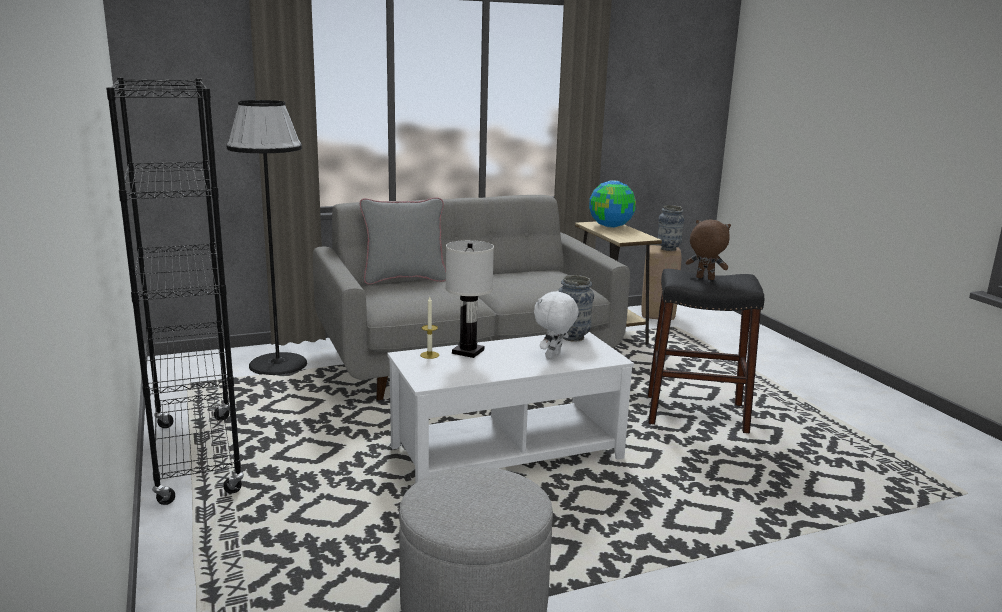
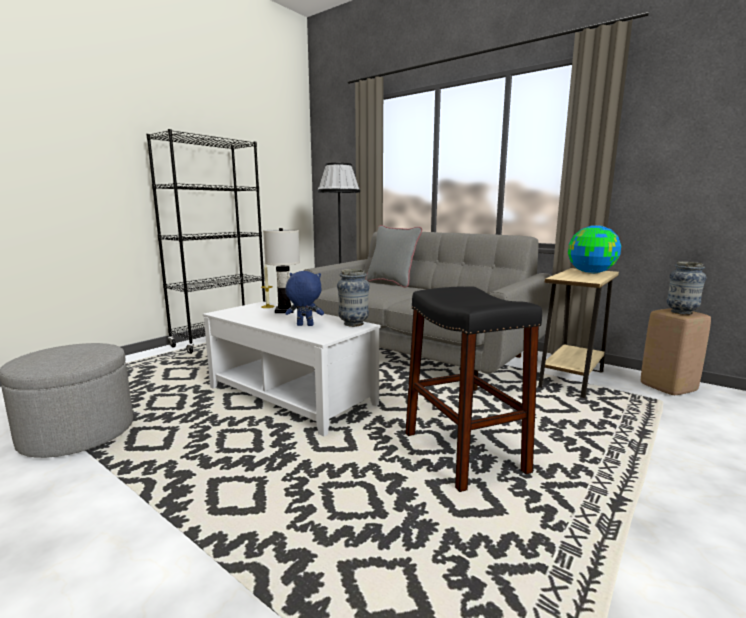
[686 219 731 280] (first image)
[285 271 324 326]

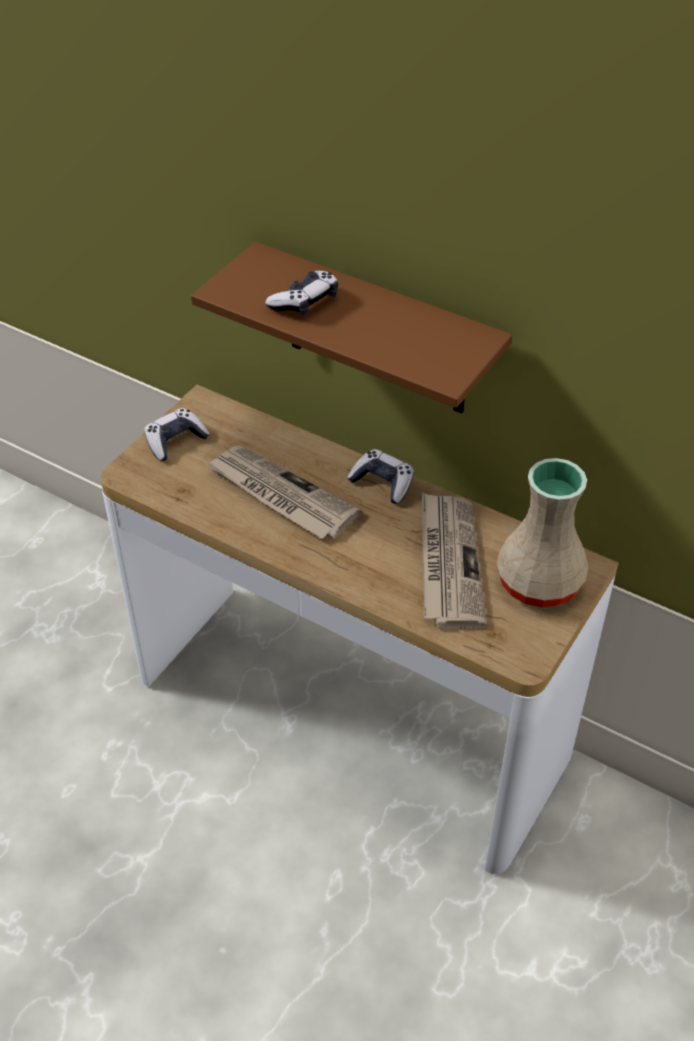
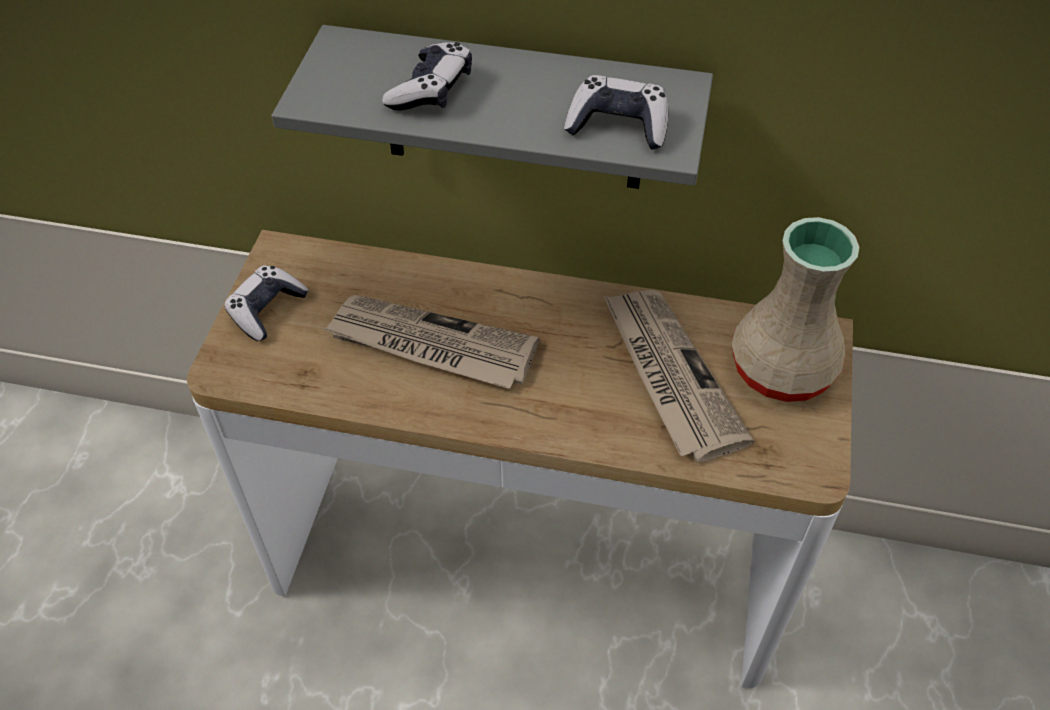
[271 25 713 189]
[564 75 668 150]

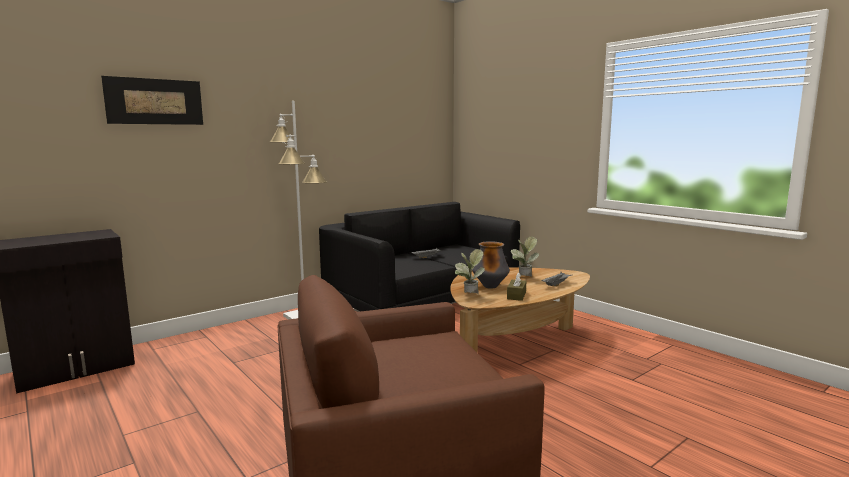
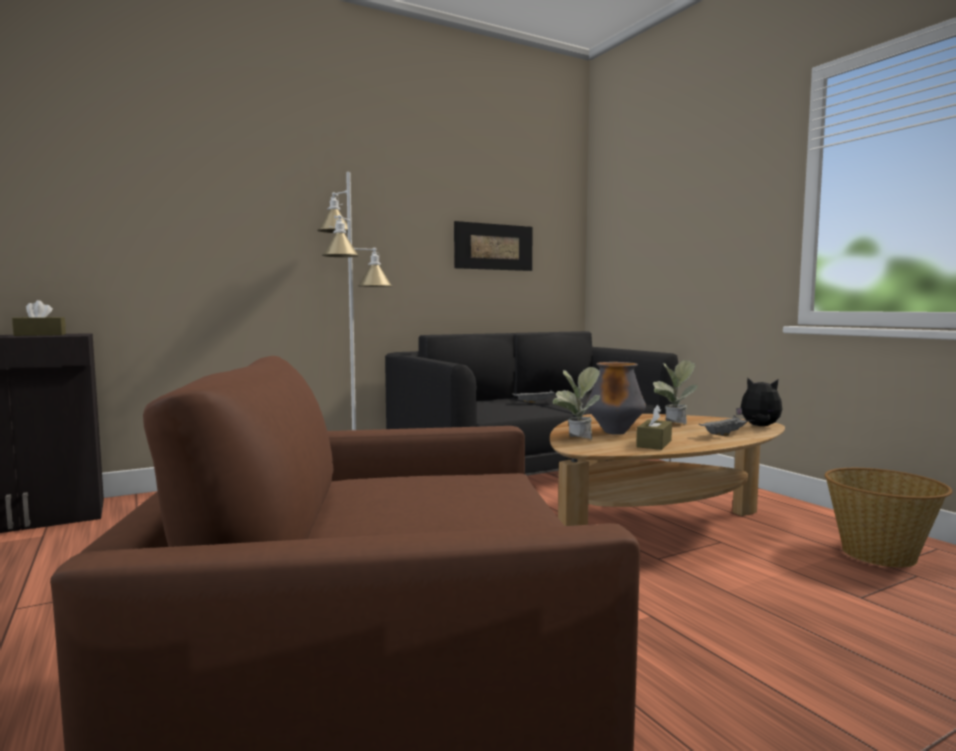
[454 221 533 271]
[12 300 66 336]
[736 377 782 426]
[825 468 953 567]

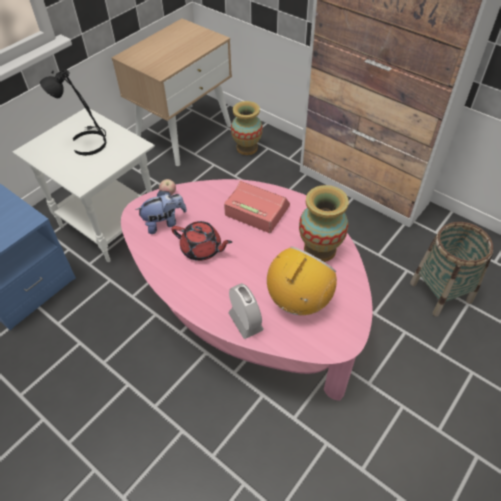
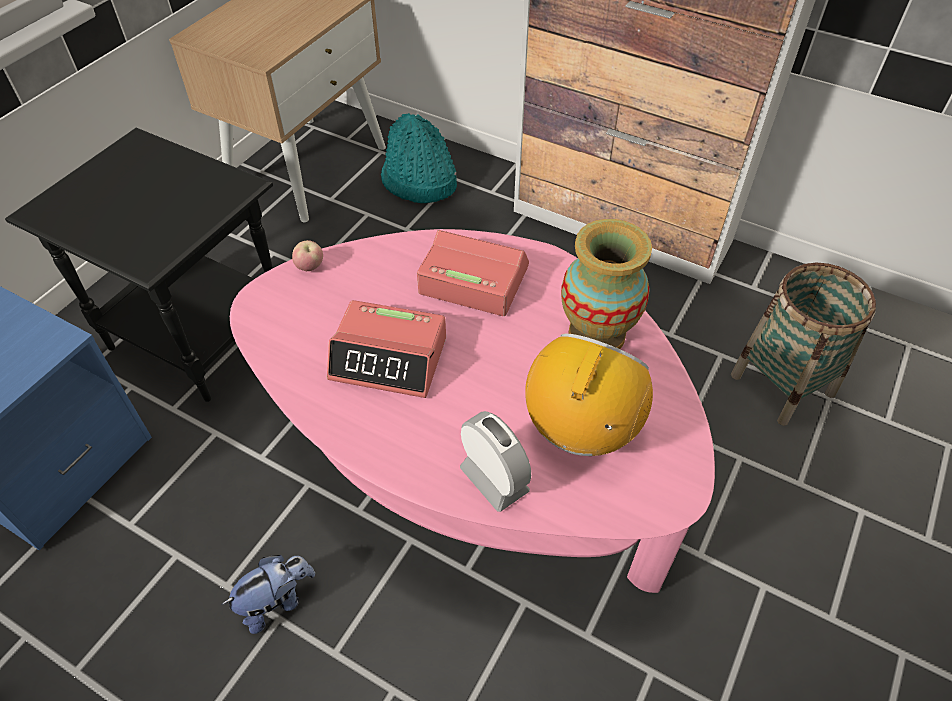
[40 69 107 156] (first image)
[381 113 457 203]
[5 128 273 402]
[221 555 315 634]
[327 300 446 398]

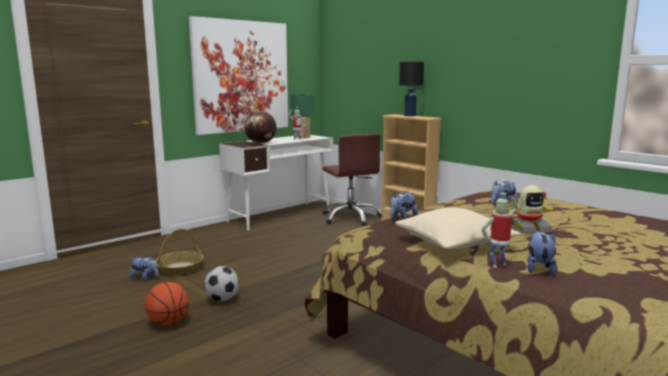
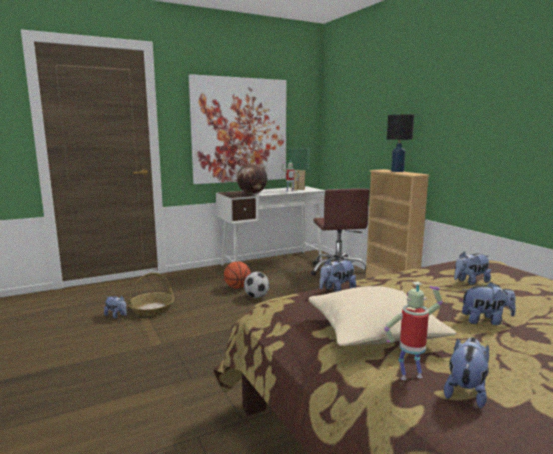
[462 282 516 325]
[244 272 269 298]
[224 261 251 289]

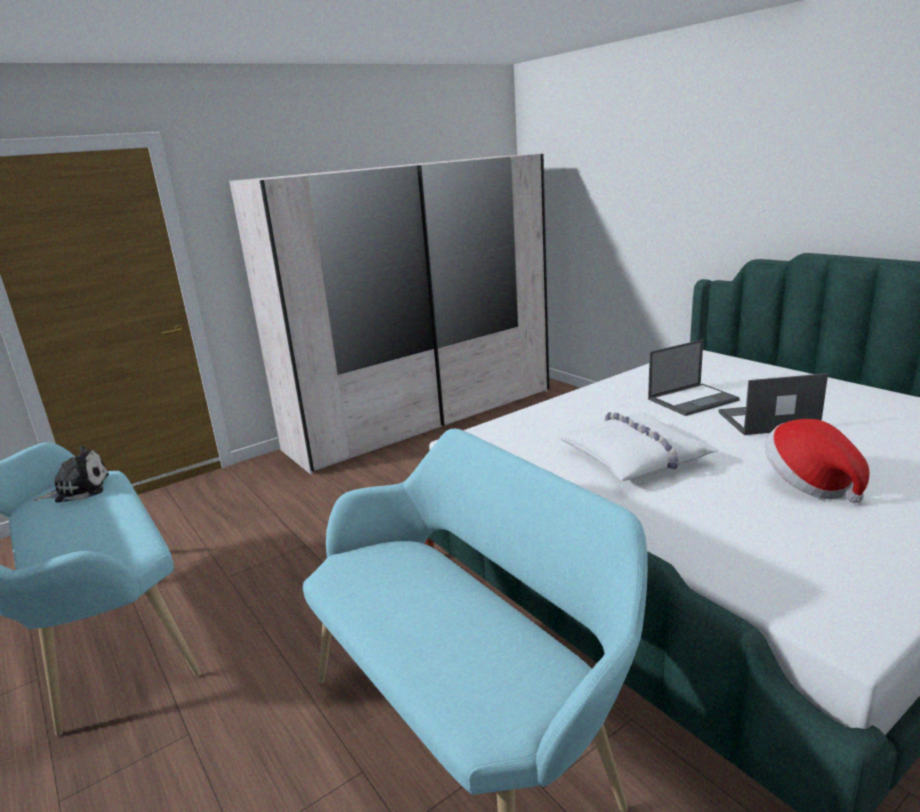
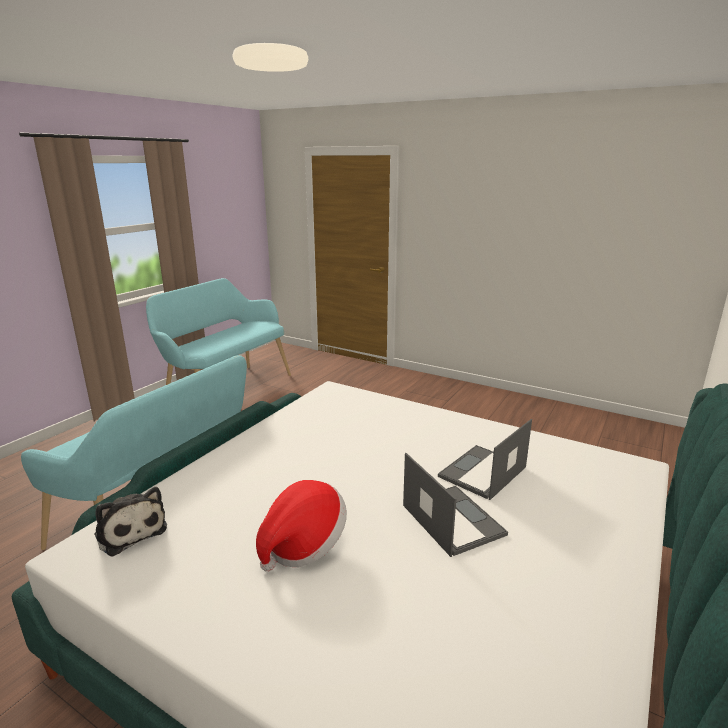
[229 154 549 475] (first image)
[438 419 532 500]
[557 412 718 481] (first image)
[94 487 167 557]

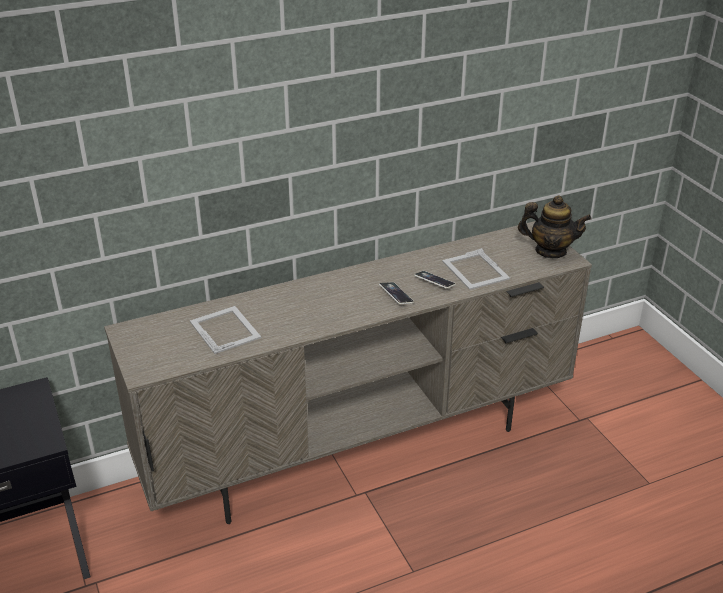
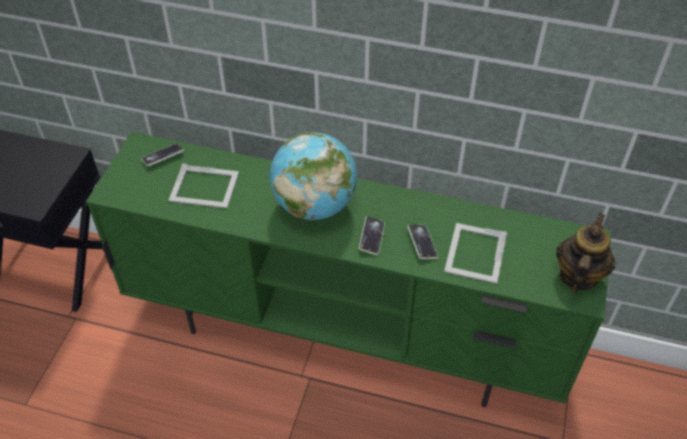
[556 213 615 293]
[86 132 612 407]
[168 163 239 208]
[270 132 358 220]
[141 143 184 166]

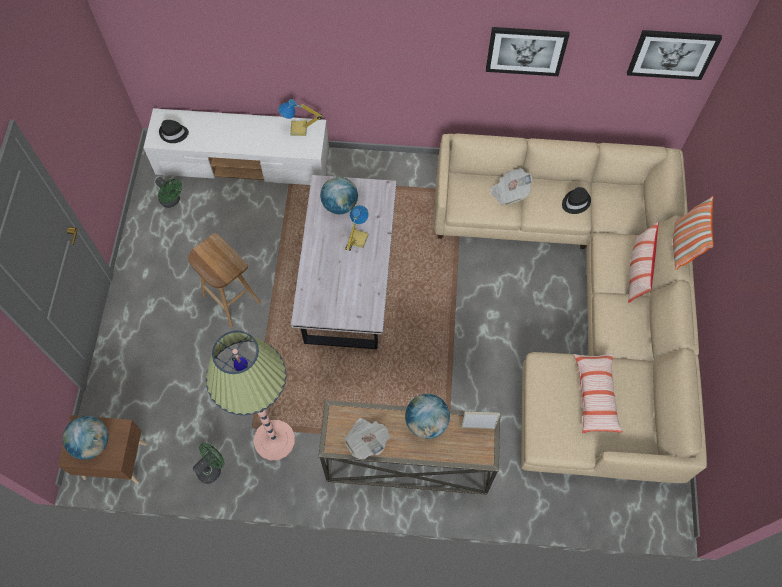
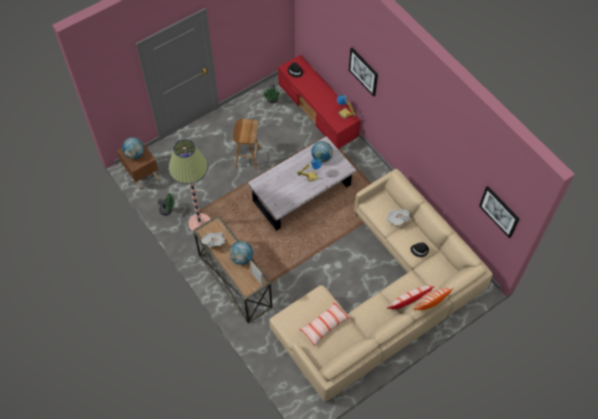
[349 48 378 97]
[278 55 360 149]

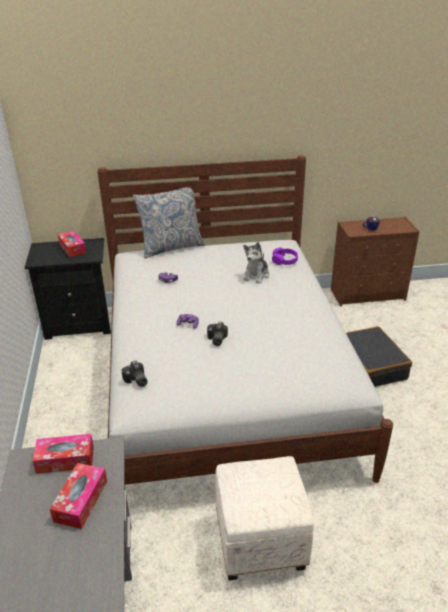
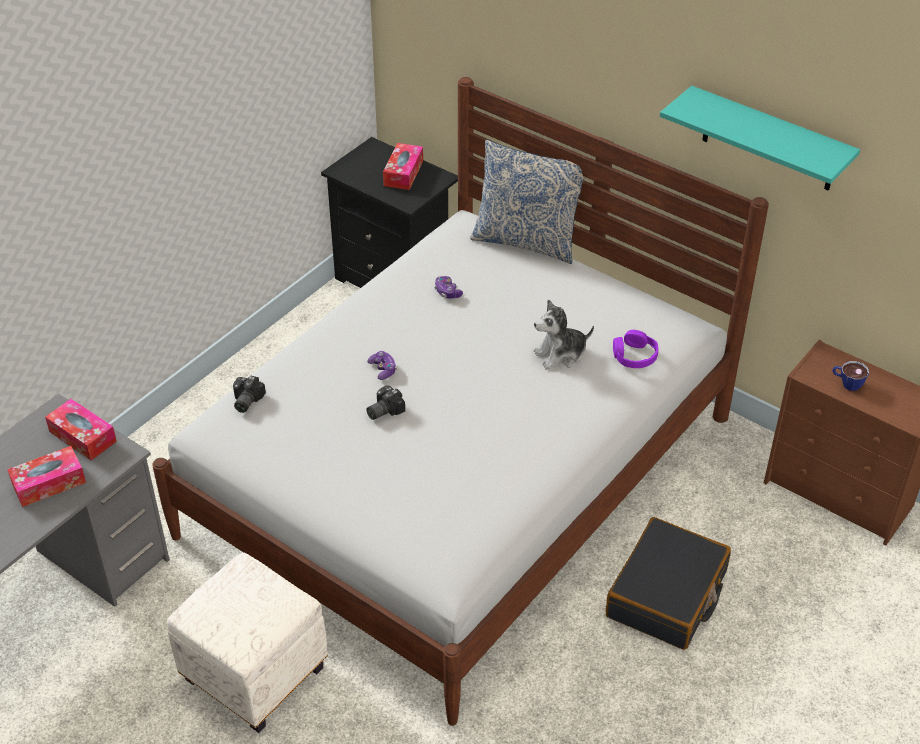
[660 86 860 191]

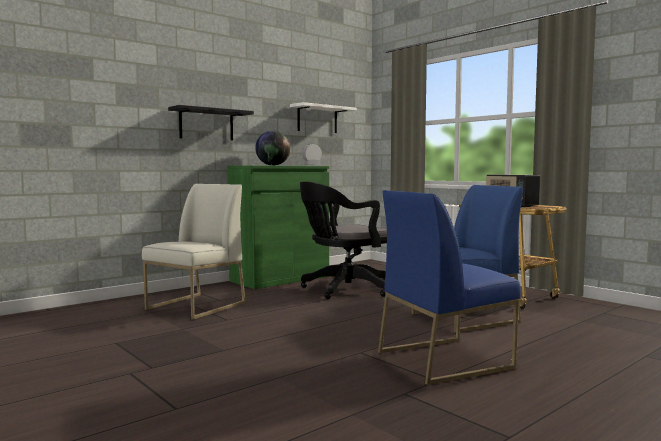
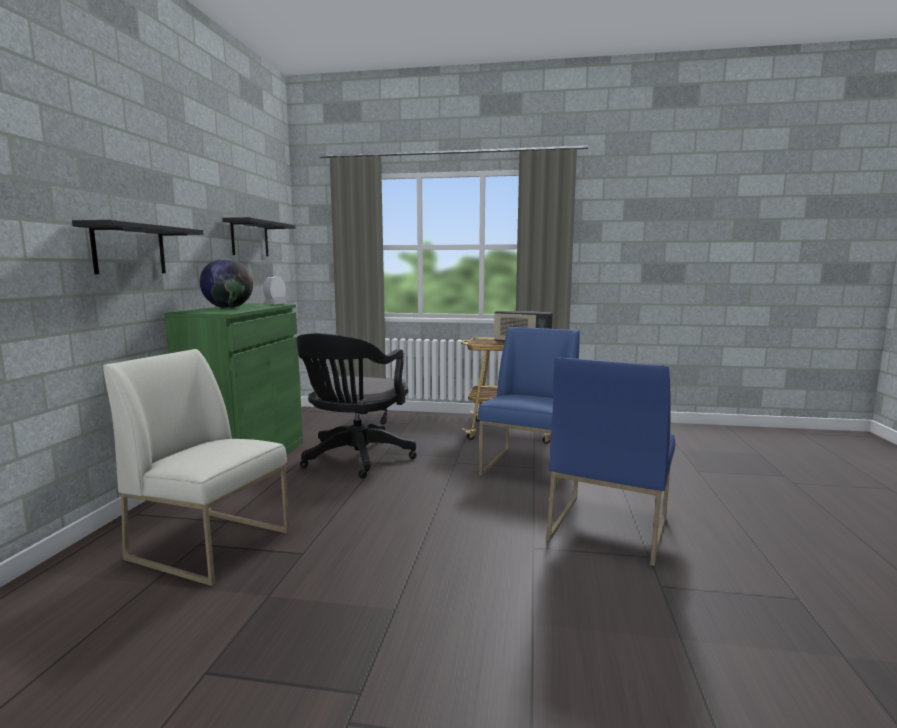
[223 217 295 256]
[103 349 289 586]

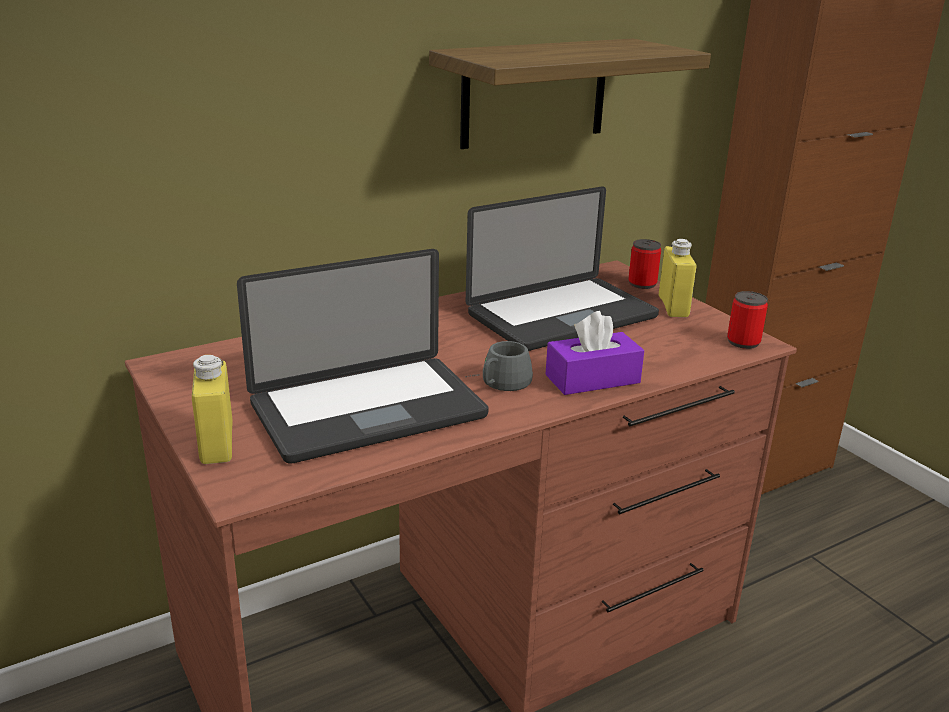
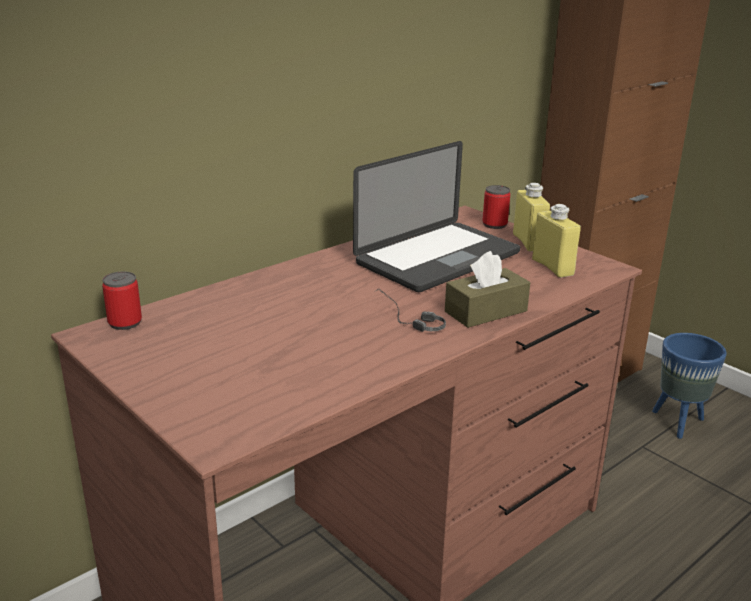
[429 39 711 149] (first image)
[237 249 489 464] (first image)
[102 272 142 330]
[445 251 530 328]
[376 289 446 332]
[532 204 581 278]
[652 333 727 439]

